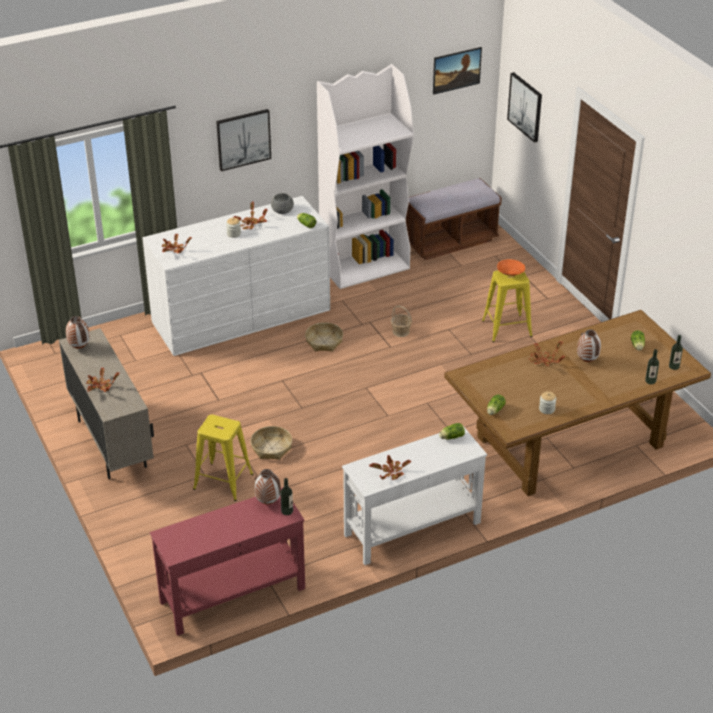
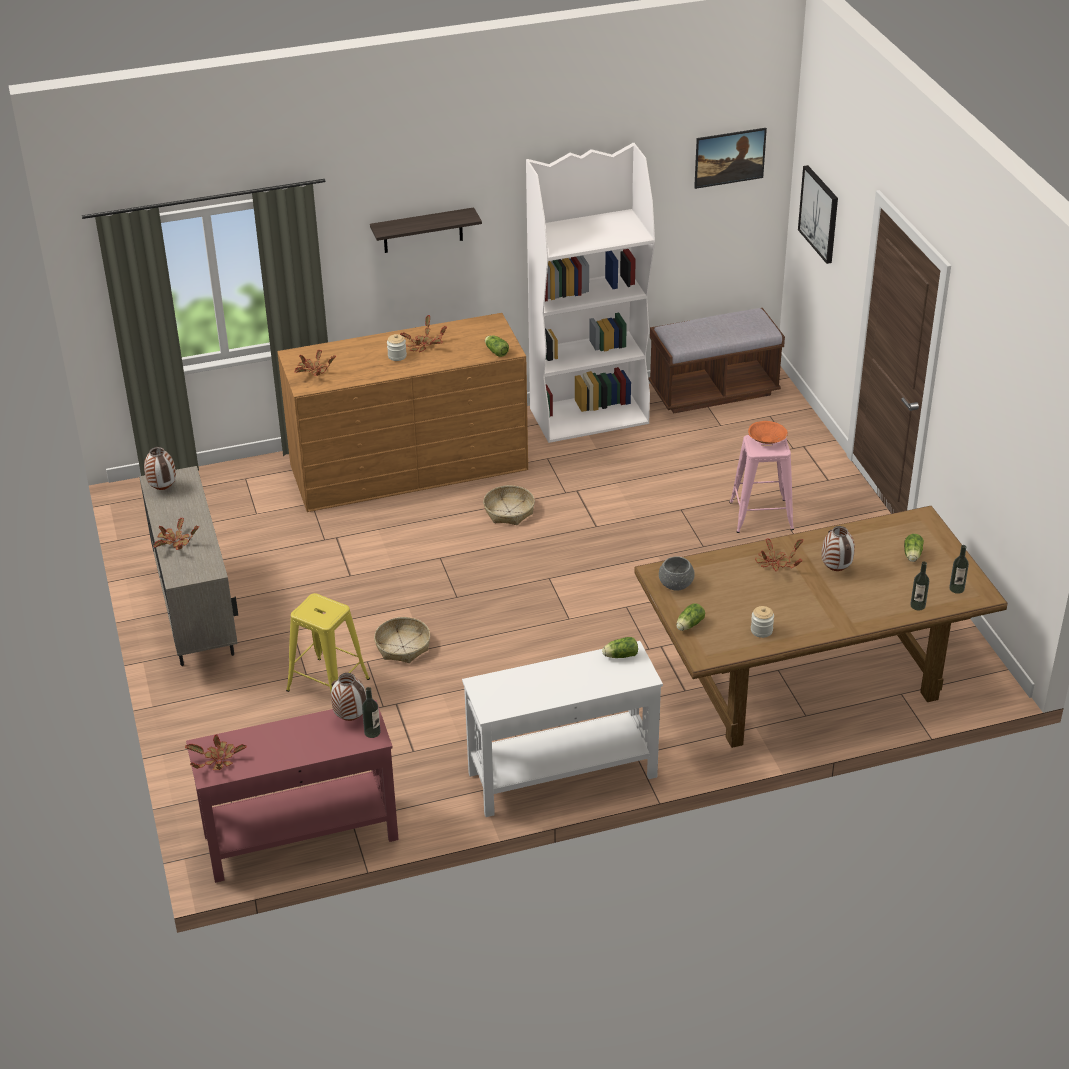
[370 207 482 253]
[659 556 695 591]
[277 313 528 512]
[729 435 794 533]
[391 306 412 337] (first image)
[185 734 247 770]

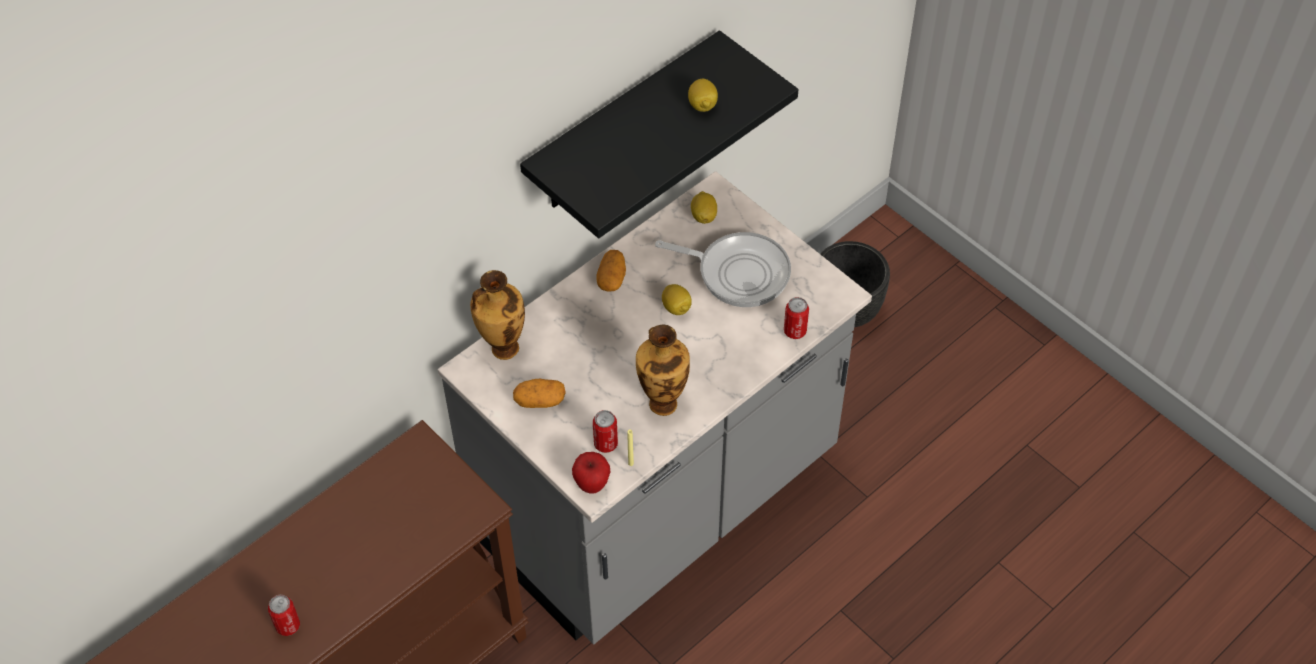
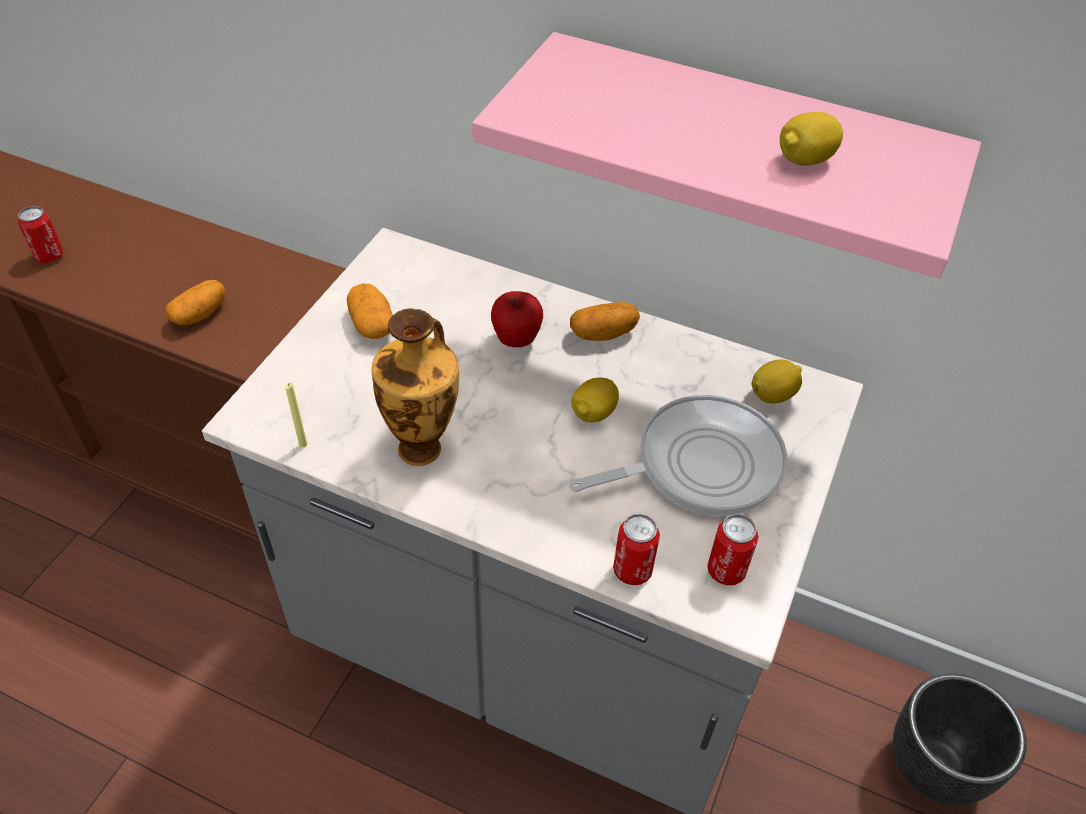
[472 32 981 278]
[569 395 788 516]
[470 270 525 360] (first image)
[707 514 758 585]
[491 291 543 347]
[165 280 225 325]

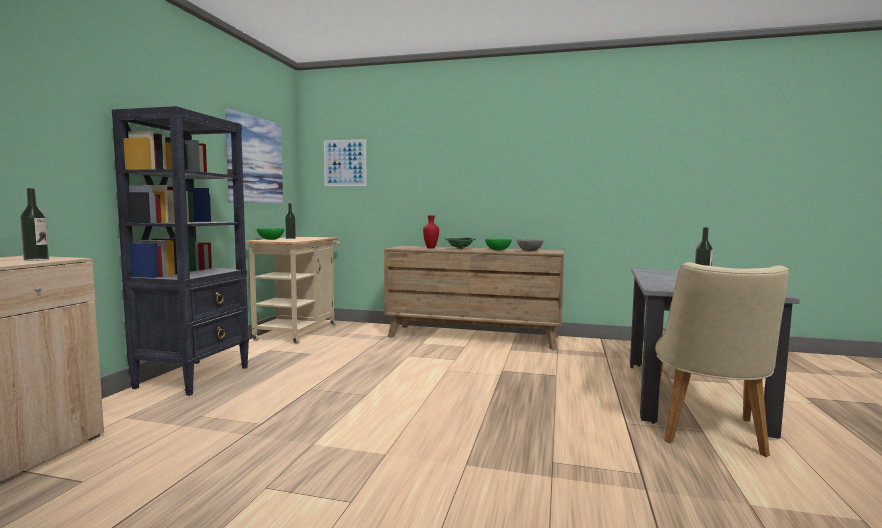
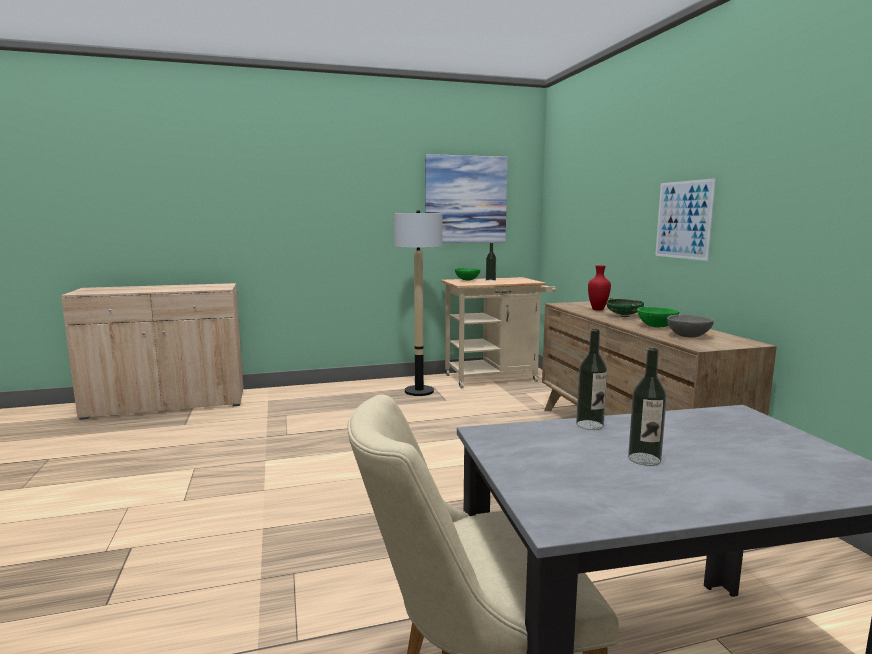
[112 106 249 396] (first image)
[655 178 716 261]
[576 329 607 430]
[394 210 443 396]

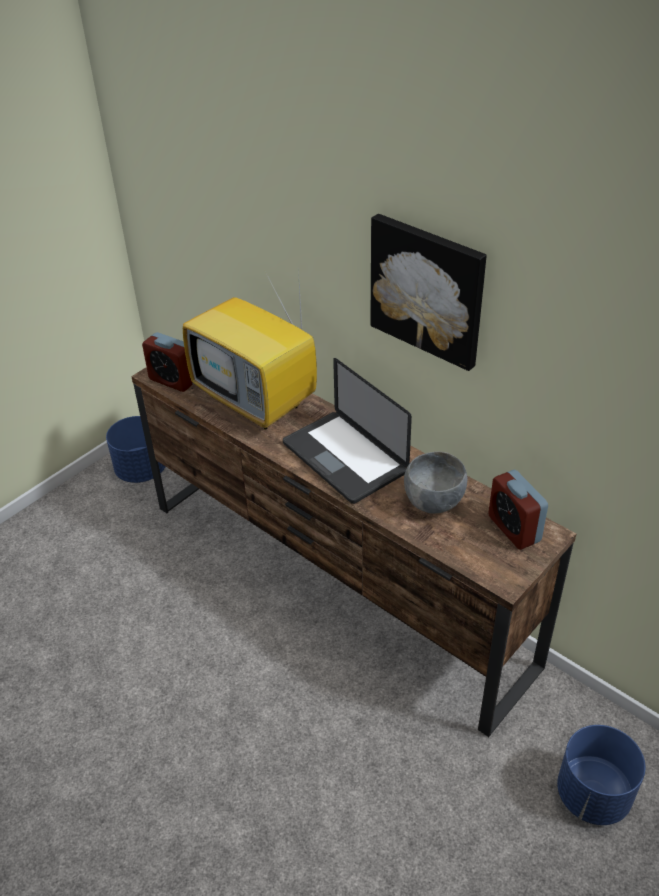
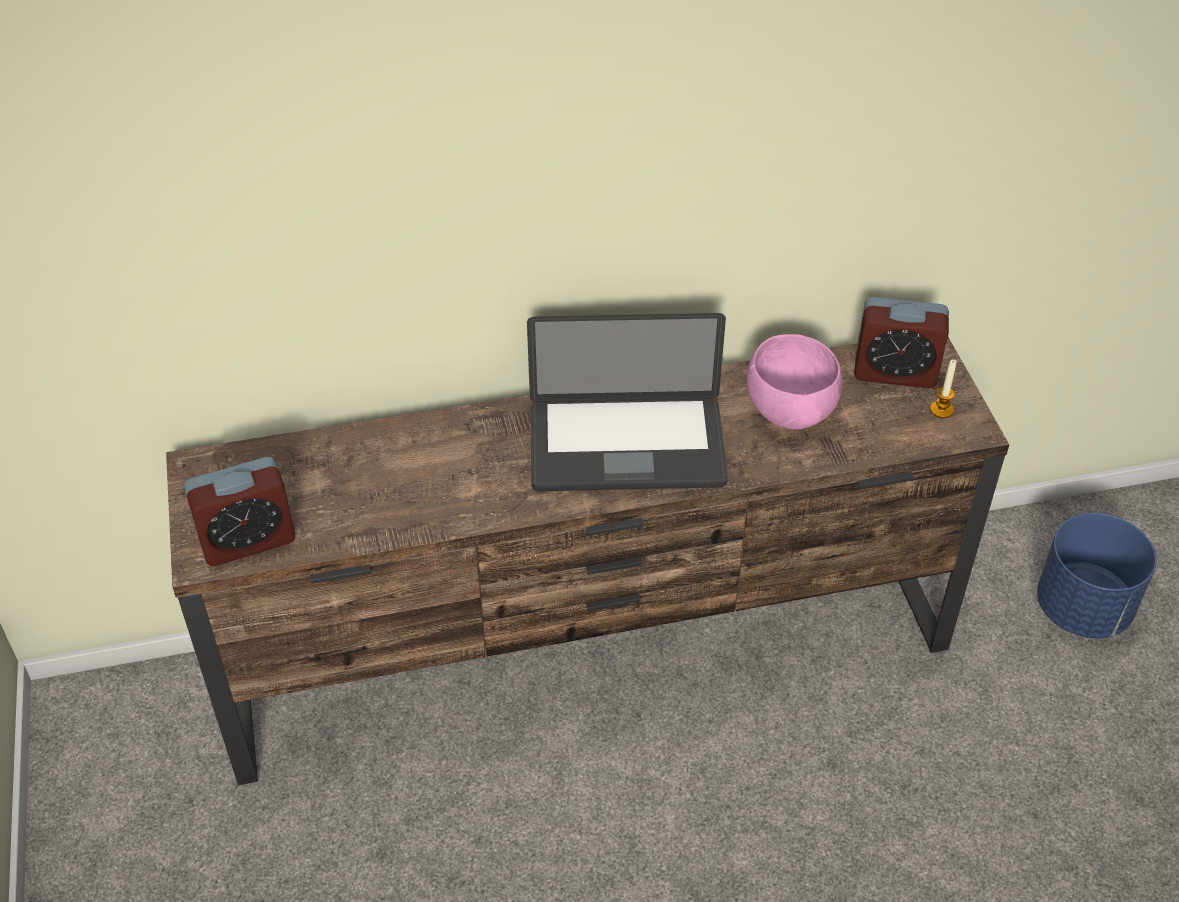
[370 214 487 371] (first image)
[183 269 317 430] (first image)
[106 416 166 483] (first image)
[746 334 842 430]
[930 359 957 418]

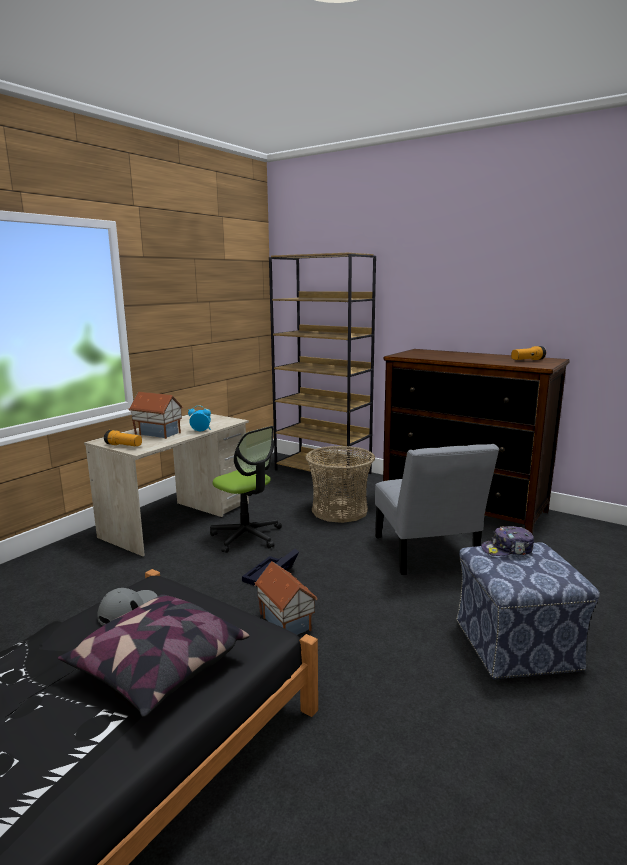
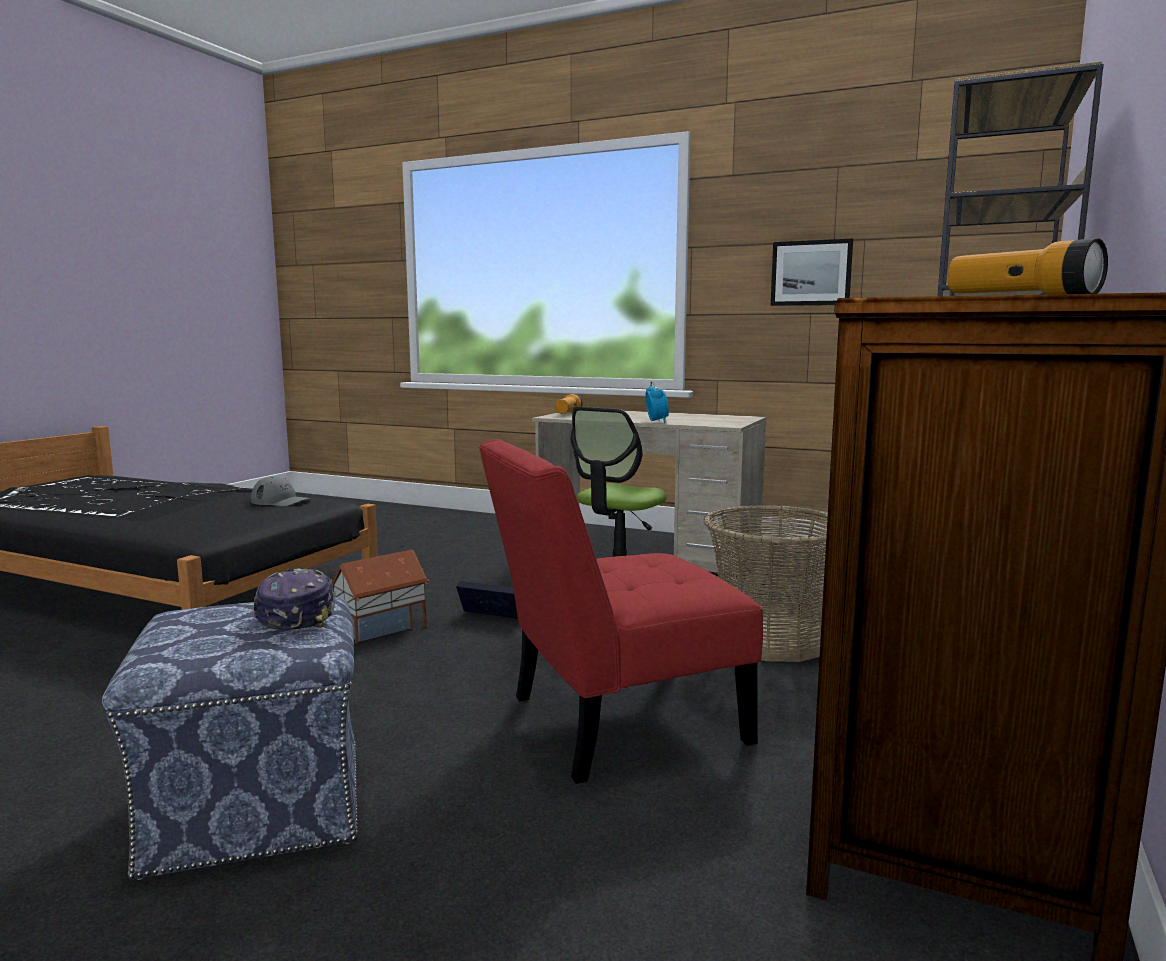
[129 392 183 439] (first image)
[479 439 763 784]
[58 594 250 717] (first image)
[771 238 853 306]

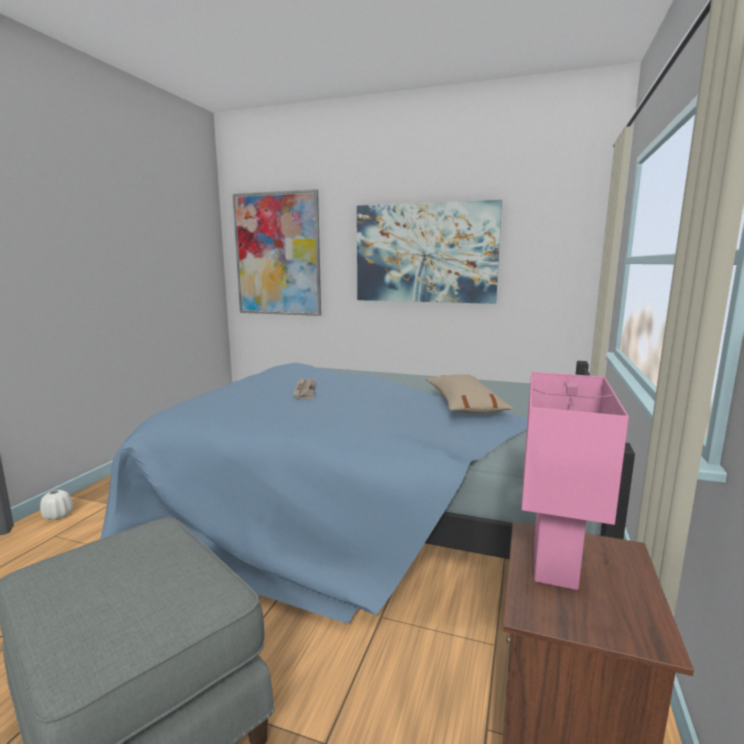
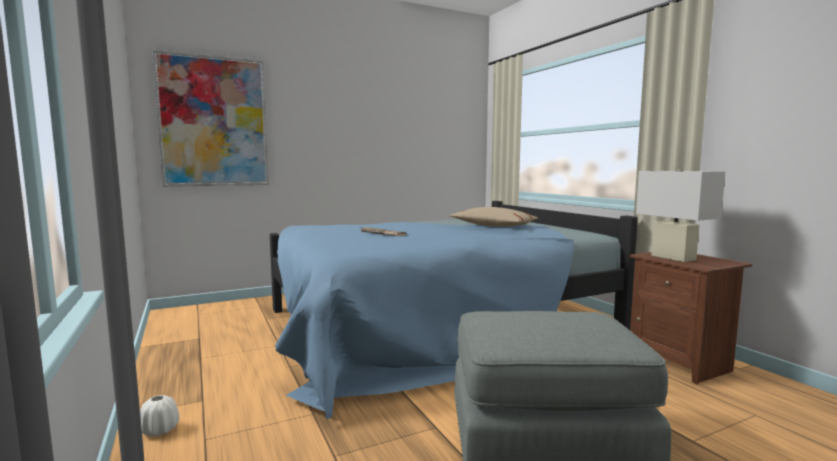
[357 200 502 304] (first image)
[636 169 725 262]

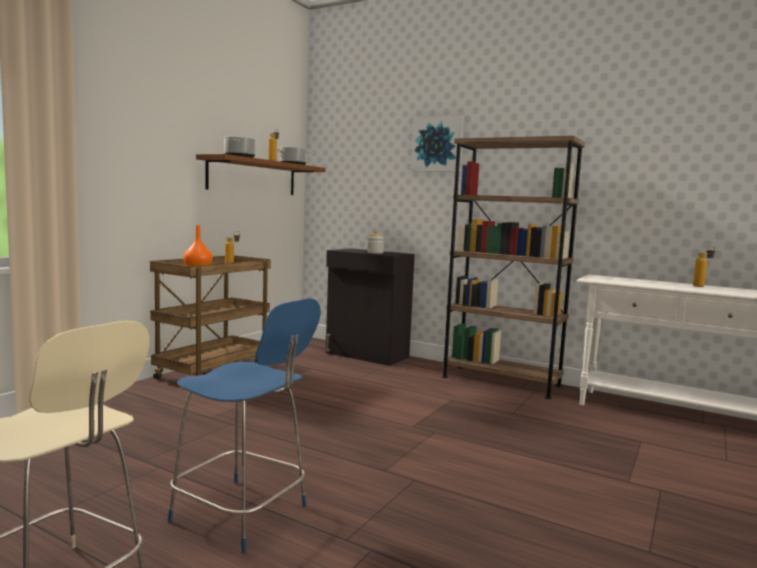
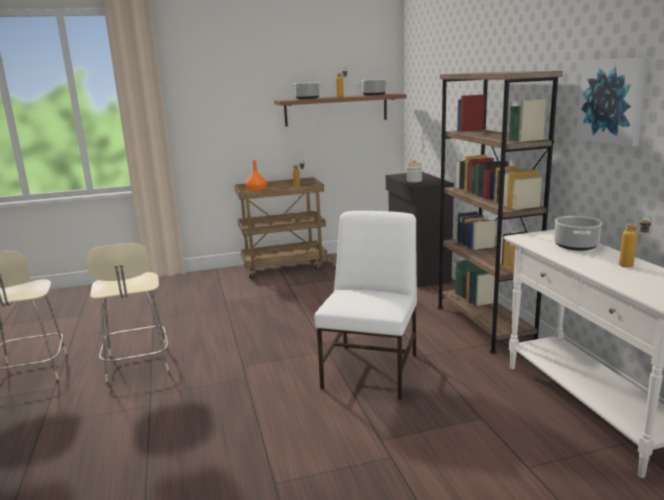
[576 58 649 146]
[86 243 169 382]
[315 211 417 400]
[554 216 603 251]

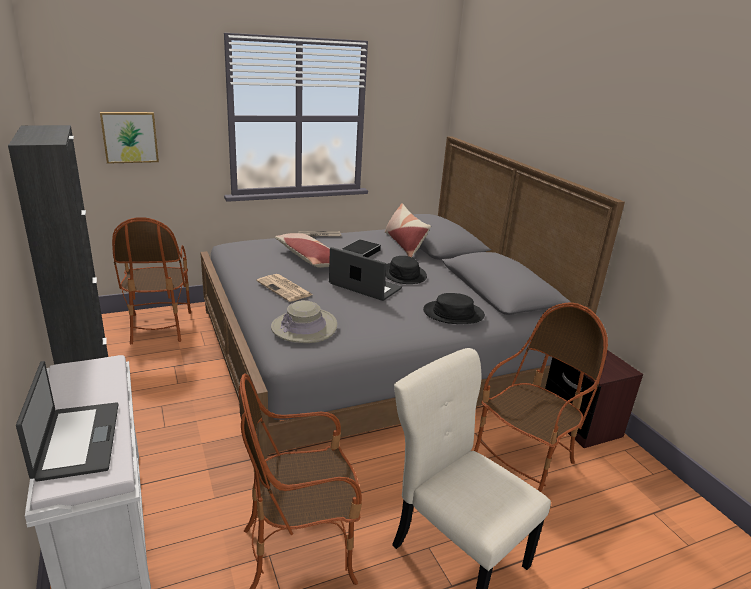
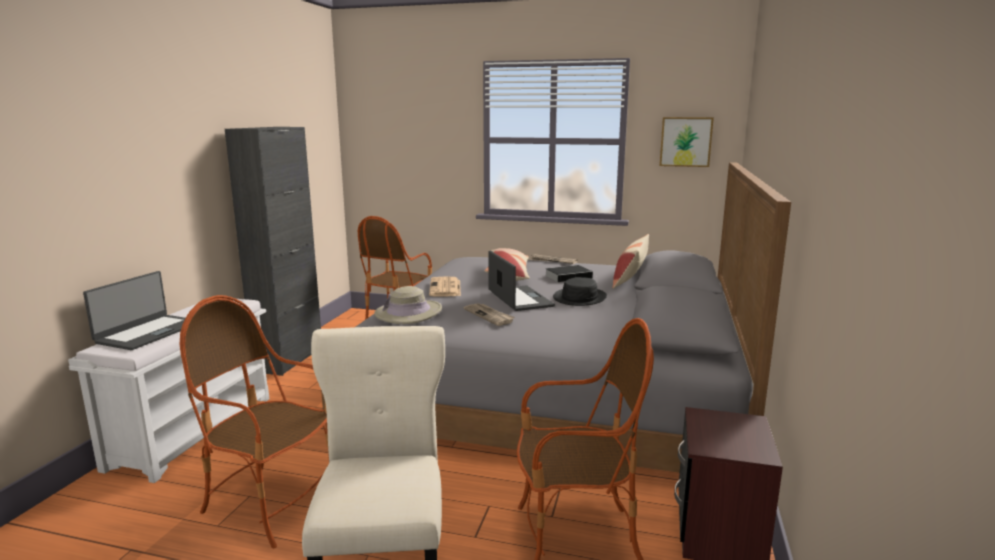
[660 117 714 167]
[423 293 485 324] (first image)
[464 304 515 326]

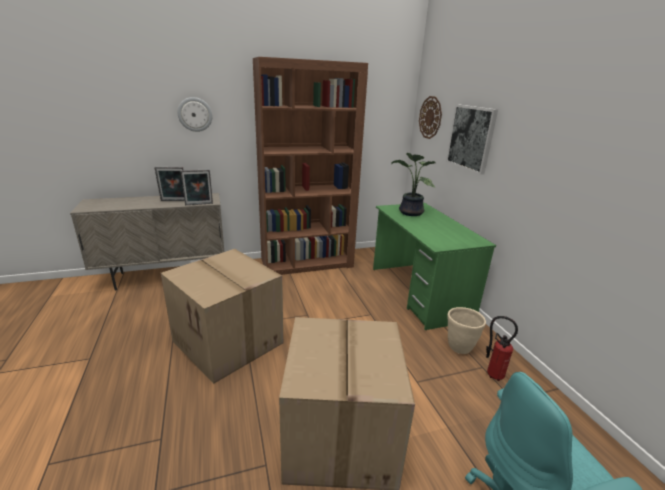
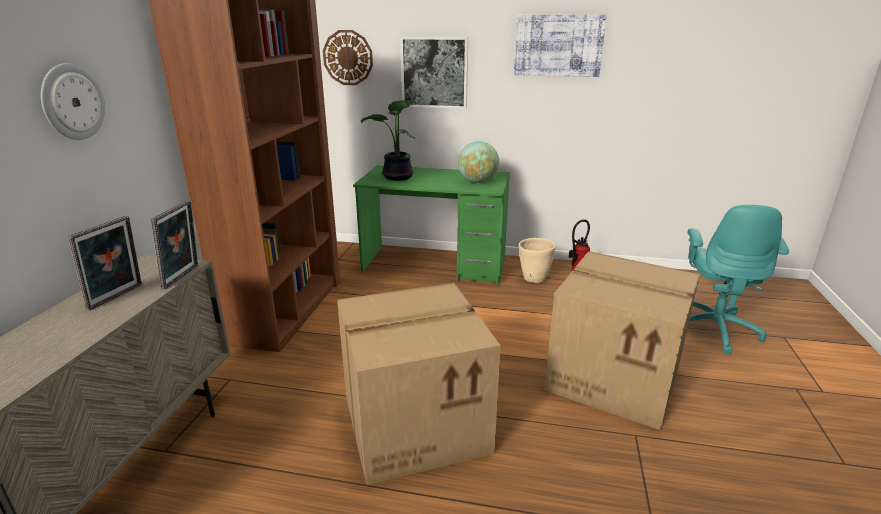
[514 15 607 77]
[458 141 499 183]

